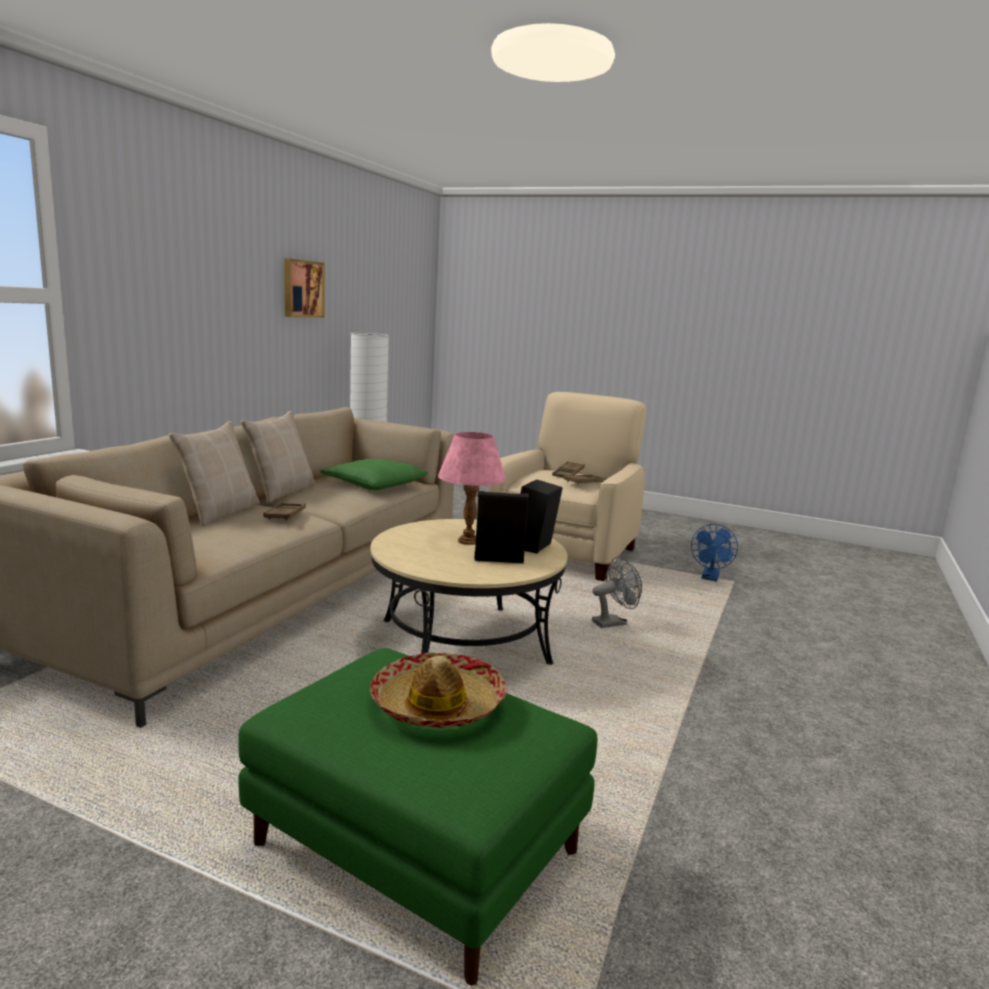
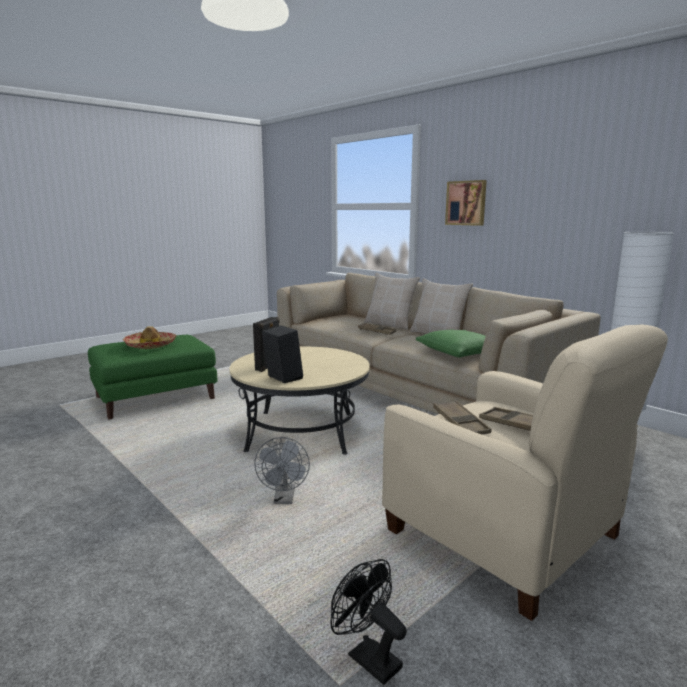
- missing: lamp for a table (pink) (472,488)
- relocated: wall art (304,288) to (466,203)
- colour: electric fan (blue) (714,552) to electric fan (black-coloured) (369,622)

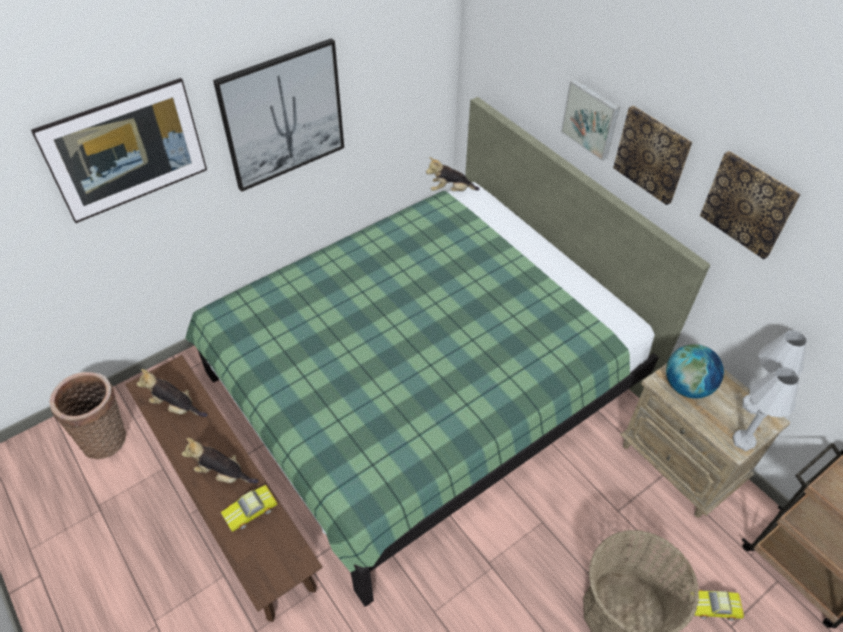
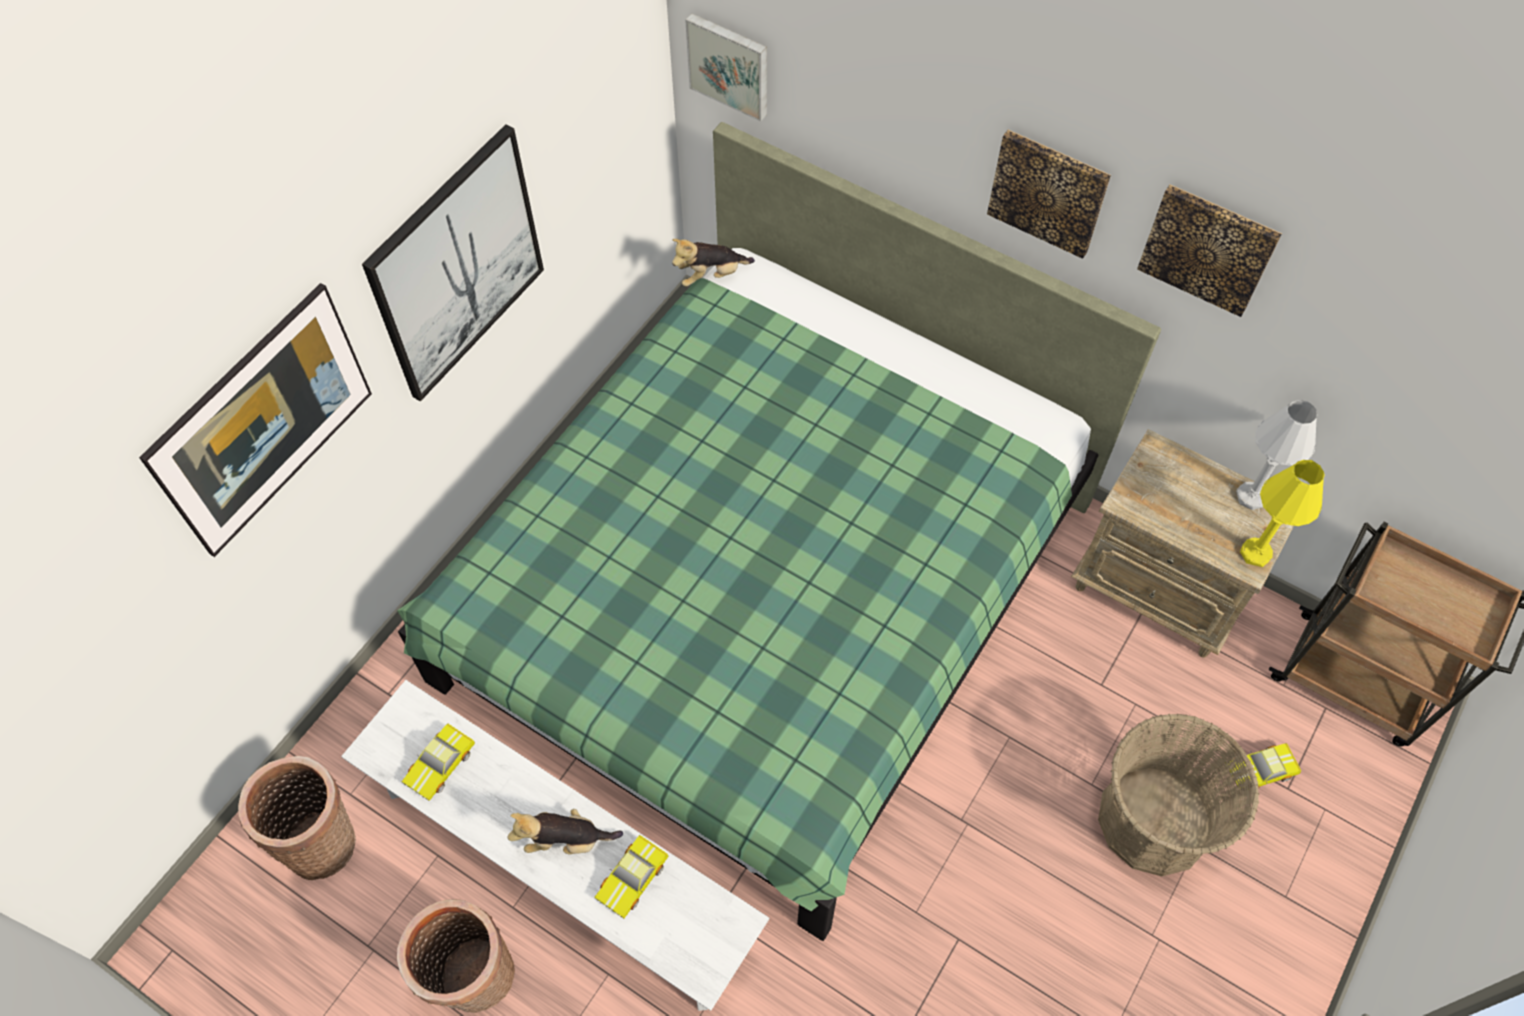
- missing: world globe (695,371)
- appeared: storage basket (456,956)
- relocated: wall art (590,120) to (726,67)
- exchanged: soft toy (172,393) to toy car (438,762)
- colour: indoor bench (brown) (224,488) to indoor bench (white-coloured) (555,845)
- colour: lamp for a table (white-coloured) (765,409) to lamp for a table (yellow) (1282,513)

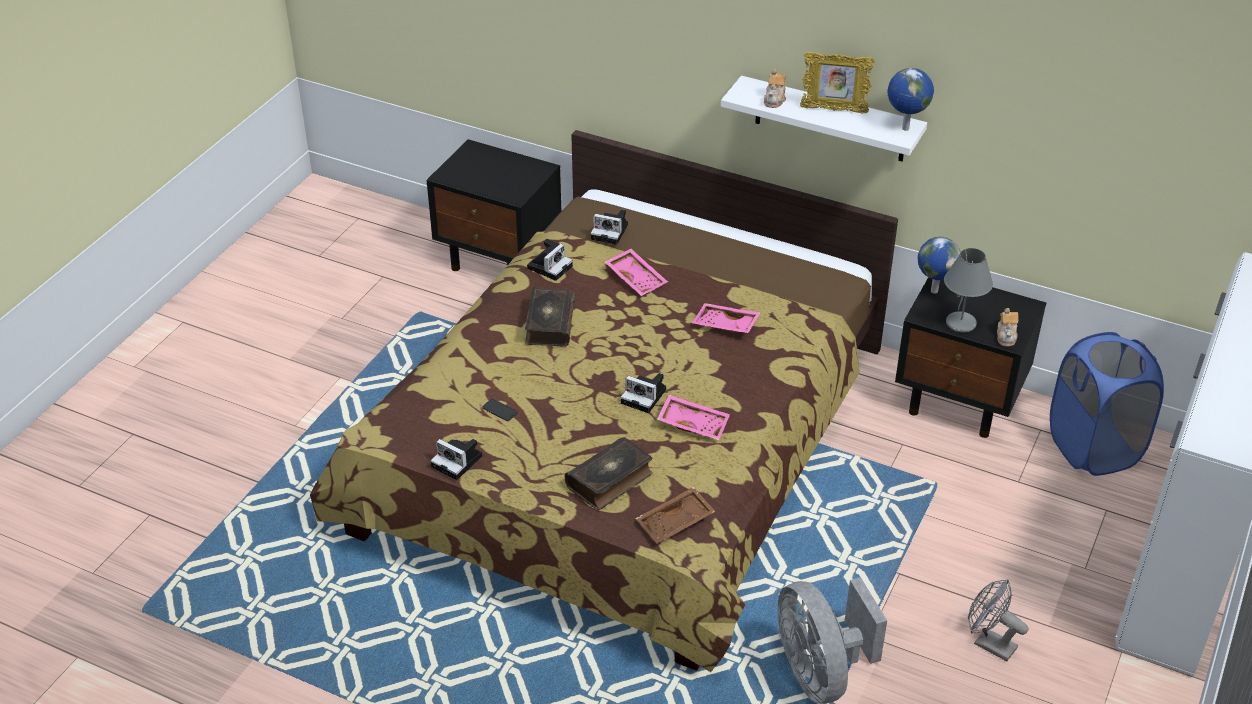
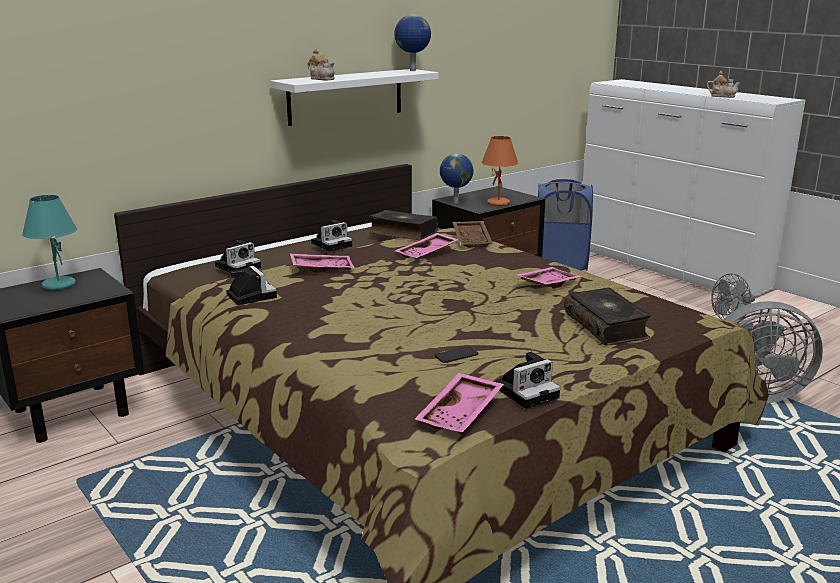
- missing: picture frame (837,82)
- appeared: lamp for a table (turquoise) (49,242)
- appeared: tray (pink) (459,403)
- relocated: bound book (550,317) to (403,225)
- relocated: still camera (643,393) to (331,235)
- relocated: tray (brown) (675,515) to (473,234)
- relocated: tea pot (1007,327) to (723,84)
- colour: lamp for a table (greyish) (968,290) to lamp for a table (orange-coloured) (500,171)

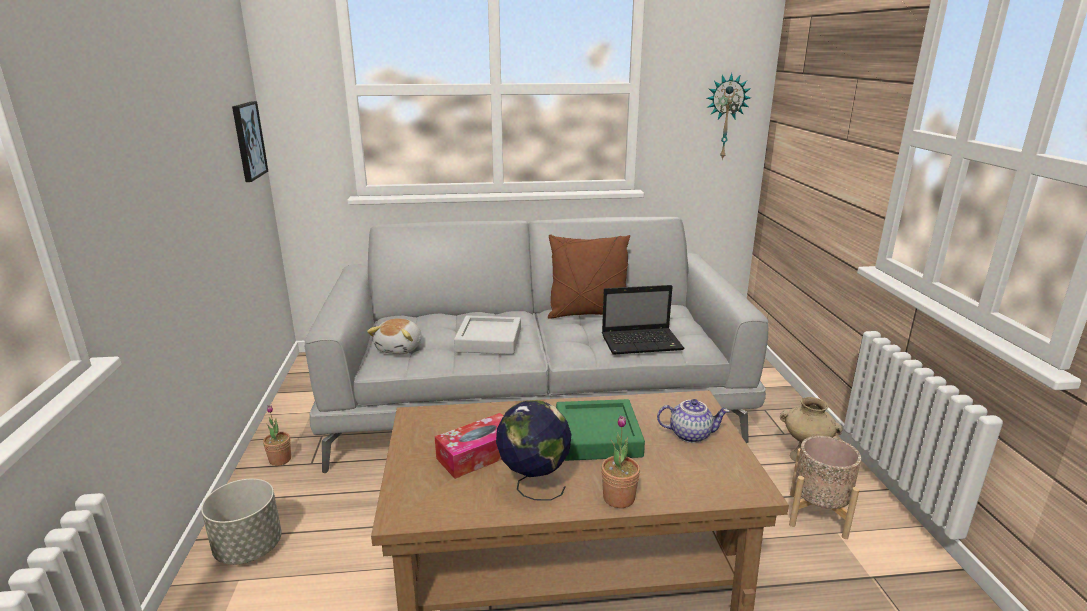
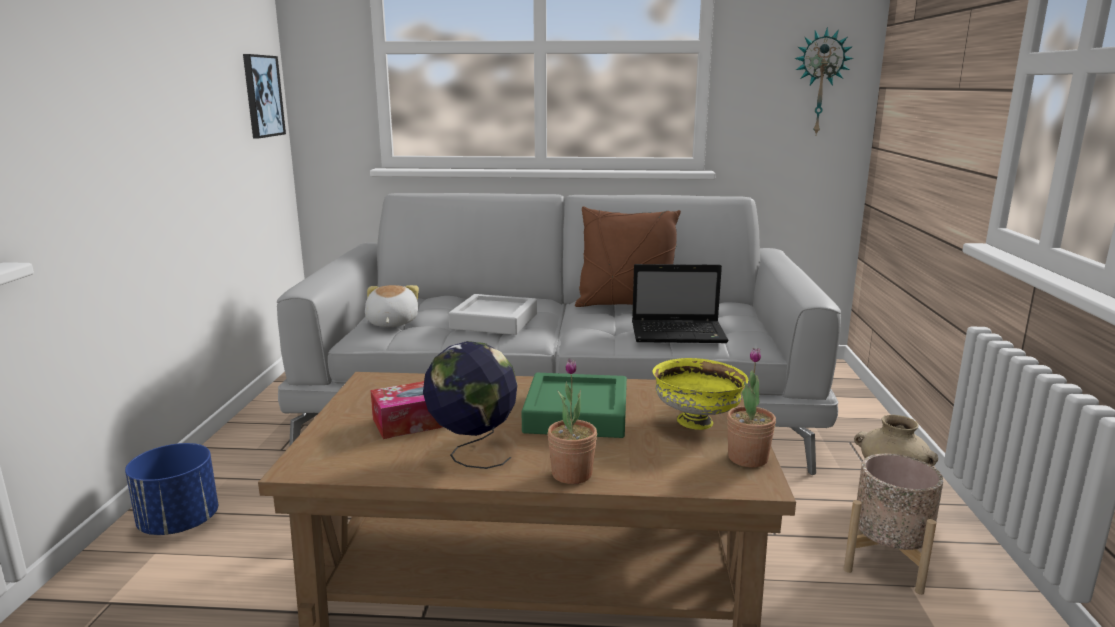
- relocated: houseplant (277,435) to (751,407)
- exchanged: tea pot (693,421) to deep dish (yellow) (700,394)
- colour: flower pot (greyish) (241,522) to flower pot (blue) (171,489)
- spun: soft toy (394,336) = (392,306) 150 degrees clockwise

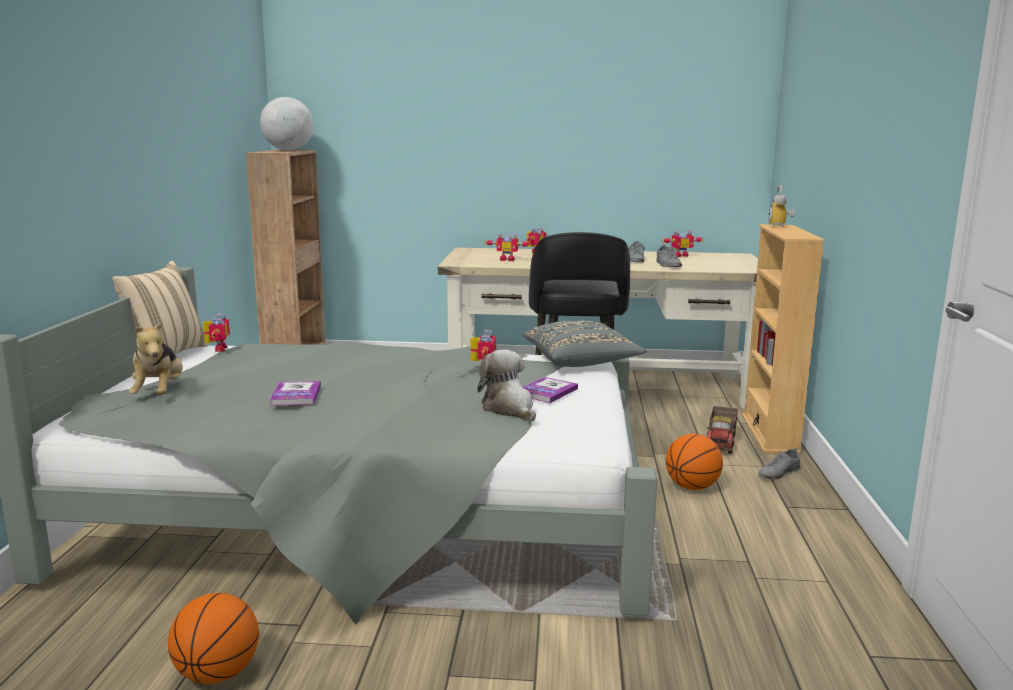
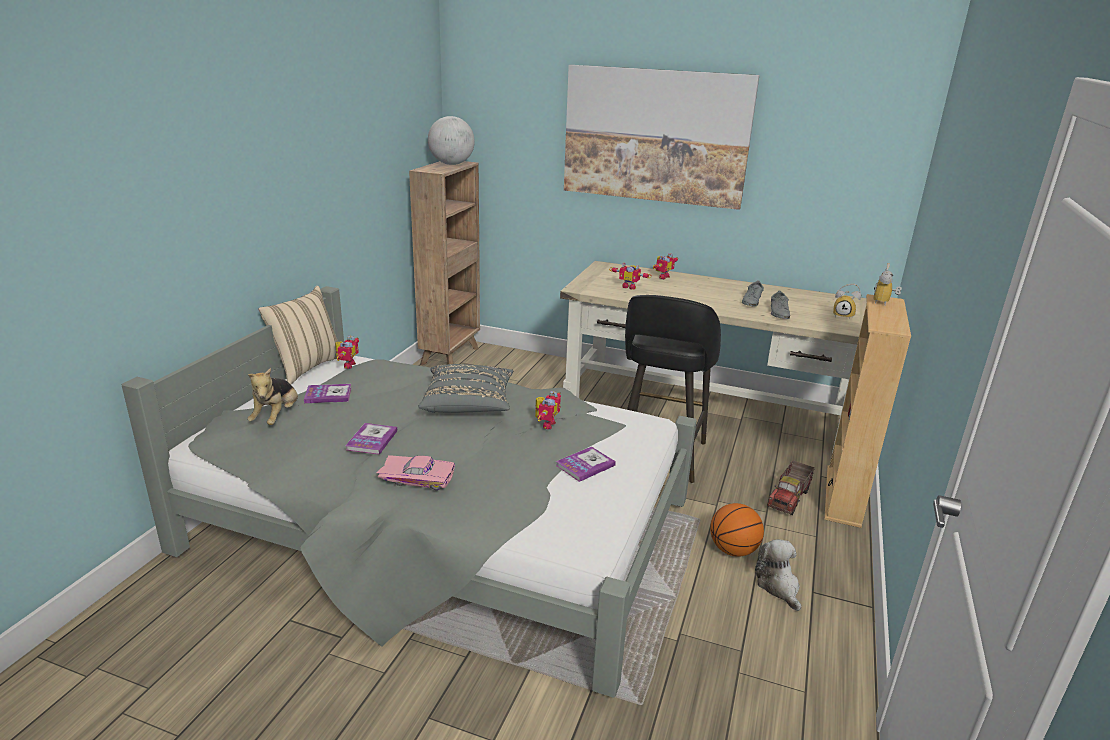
- missing: basketball ball (213,638)
- missing: robot figure (682,243)
- missing: shoe (greyish) (779,464)
- appeared: bound book (327,393)
- appeared: toy car (pink) (416,472)
- appeared: wall art (661,137)
- appeared: alarm clock (847,301)
- relocated: soft toy (506,385) to (778,575)
- relocated: throw pillow (greyish) (585,344) to (466,388)

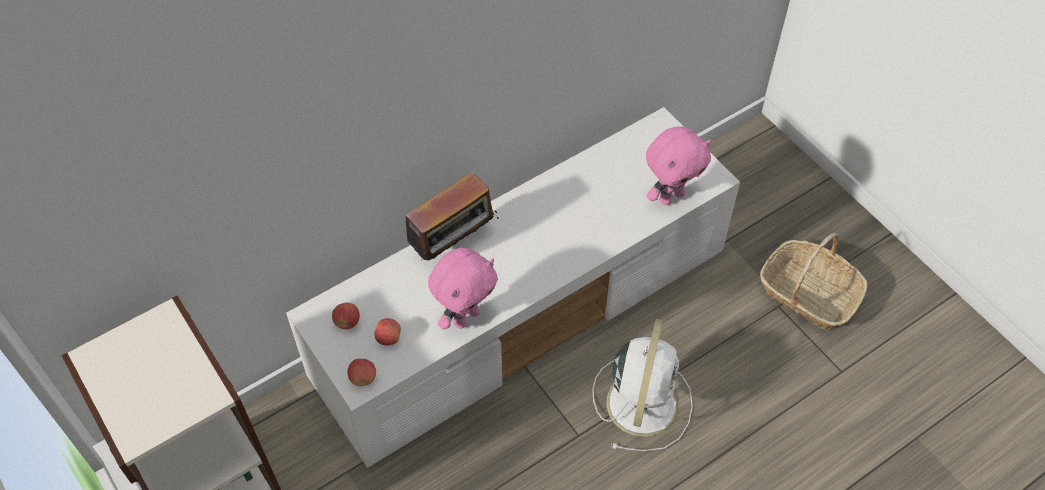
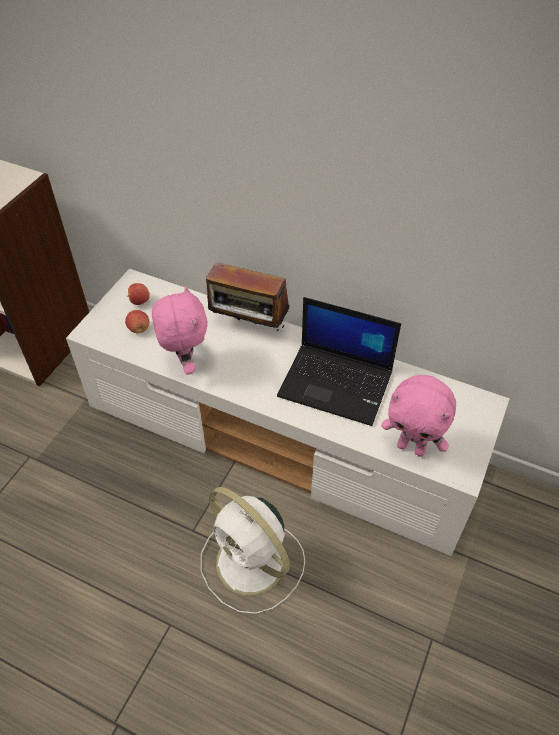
- missing: whole apple (361,372)
- missing: storage basket (813,281)
- appeared: notebook computer (339,361)
- spun: soft toy (pink) (463,289) = (180,330) 120 degrees counterclockwise
- spun: electric fan (white-coloured) (642,385) = (253,550) 60 degrees clockwise

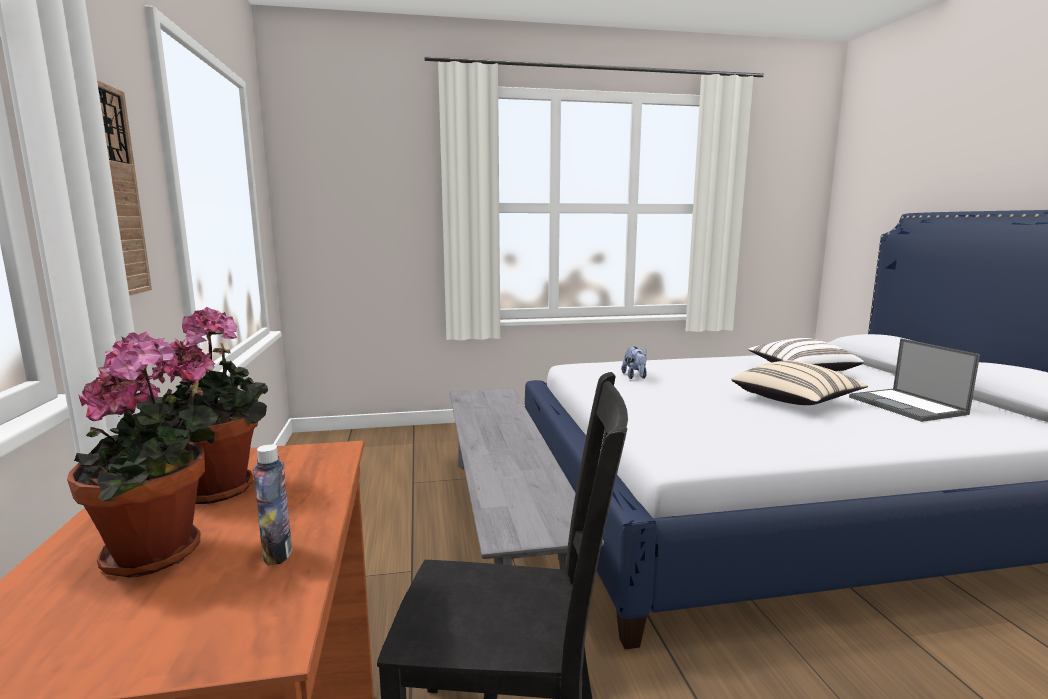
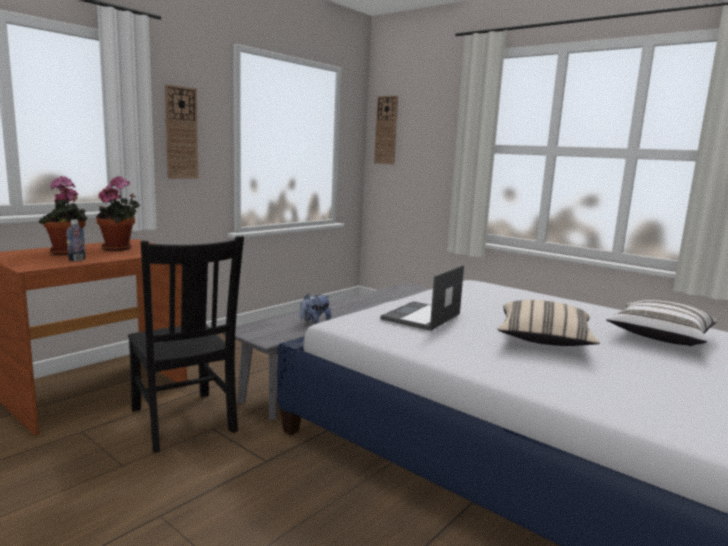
- appeared: clock on the wall (386,130)
- relocated: soft toy (634,363) to (315,309)
- relocated: notebook computer (914,380) to (422,298)

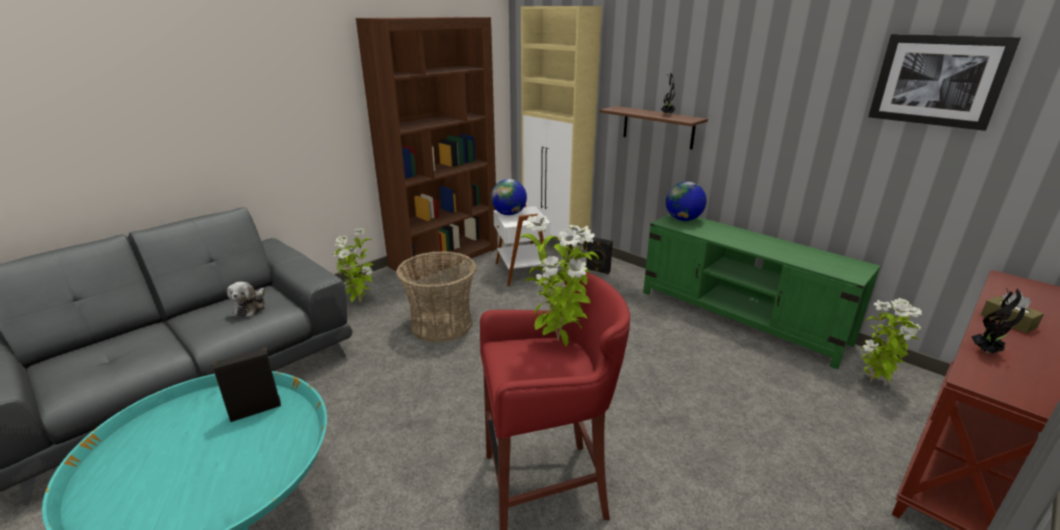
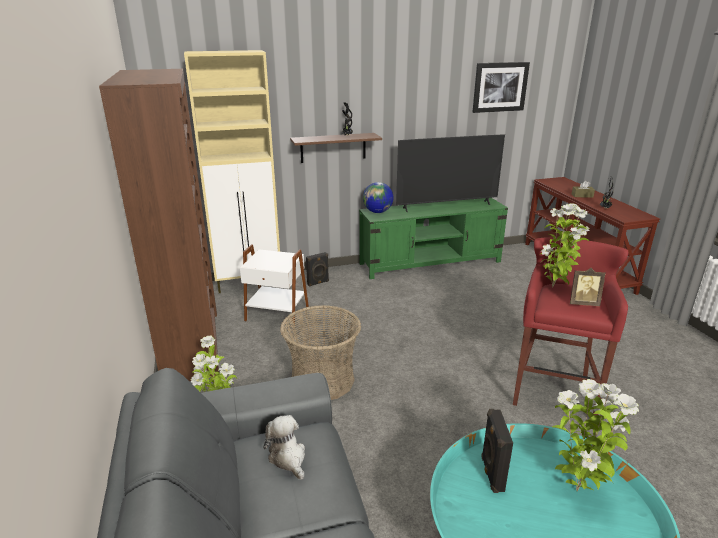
- missing: world globe (509,197)
- appeared: TV set (450,173)
- appeared: picture frame (588,287)
- relocated: houseplant (891,340) to (596,435)
- spun: soft toy (246,299) = (284,447) 150 degrees counterclockwise

